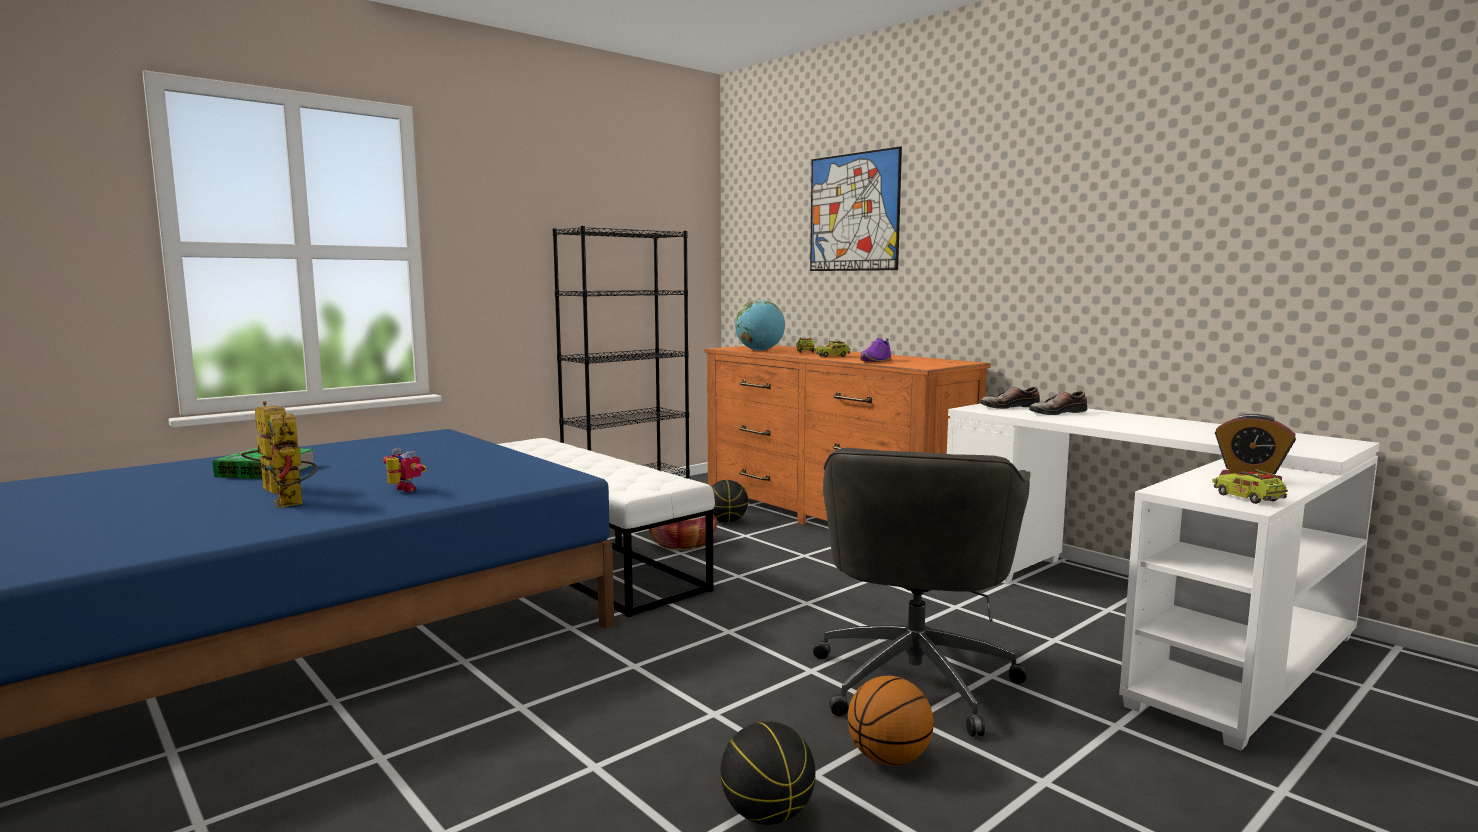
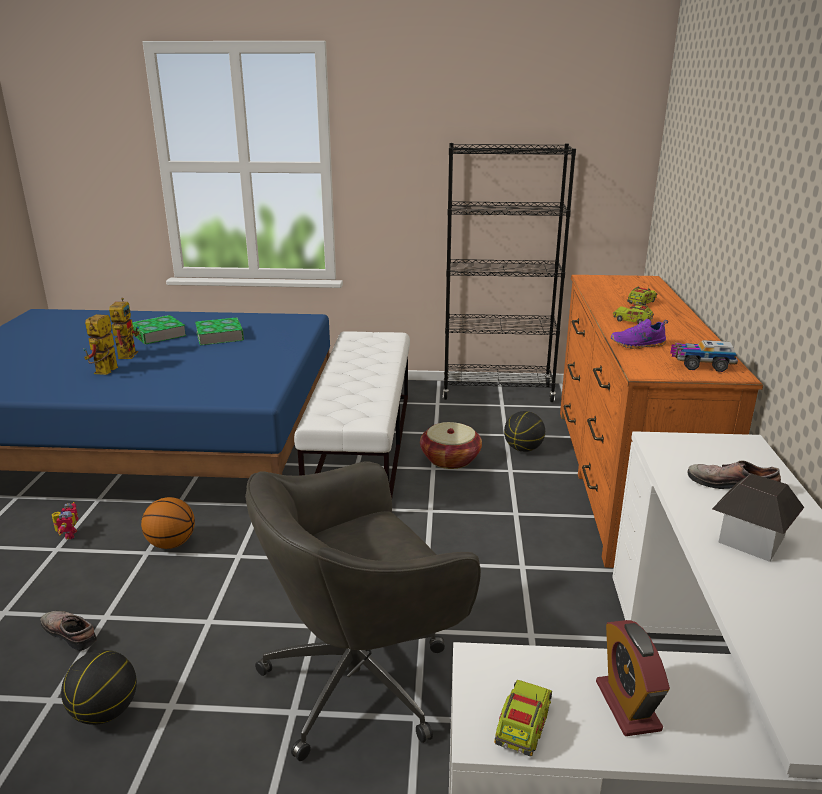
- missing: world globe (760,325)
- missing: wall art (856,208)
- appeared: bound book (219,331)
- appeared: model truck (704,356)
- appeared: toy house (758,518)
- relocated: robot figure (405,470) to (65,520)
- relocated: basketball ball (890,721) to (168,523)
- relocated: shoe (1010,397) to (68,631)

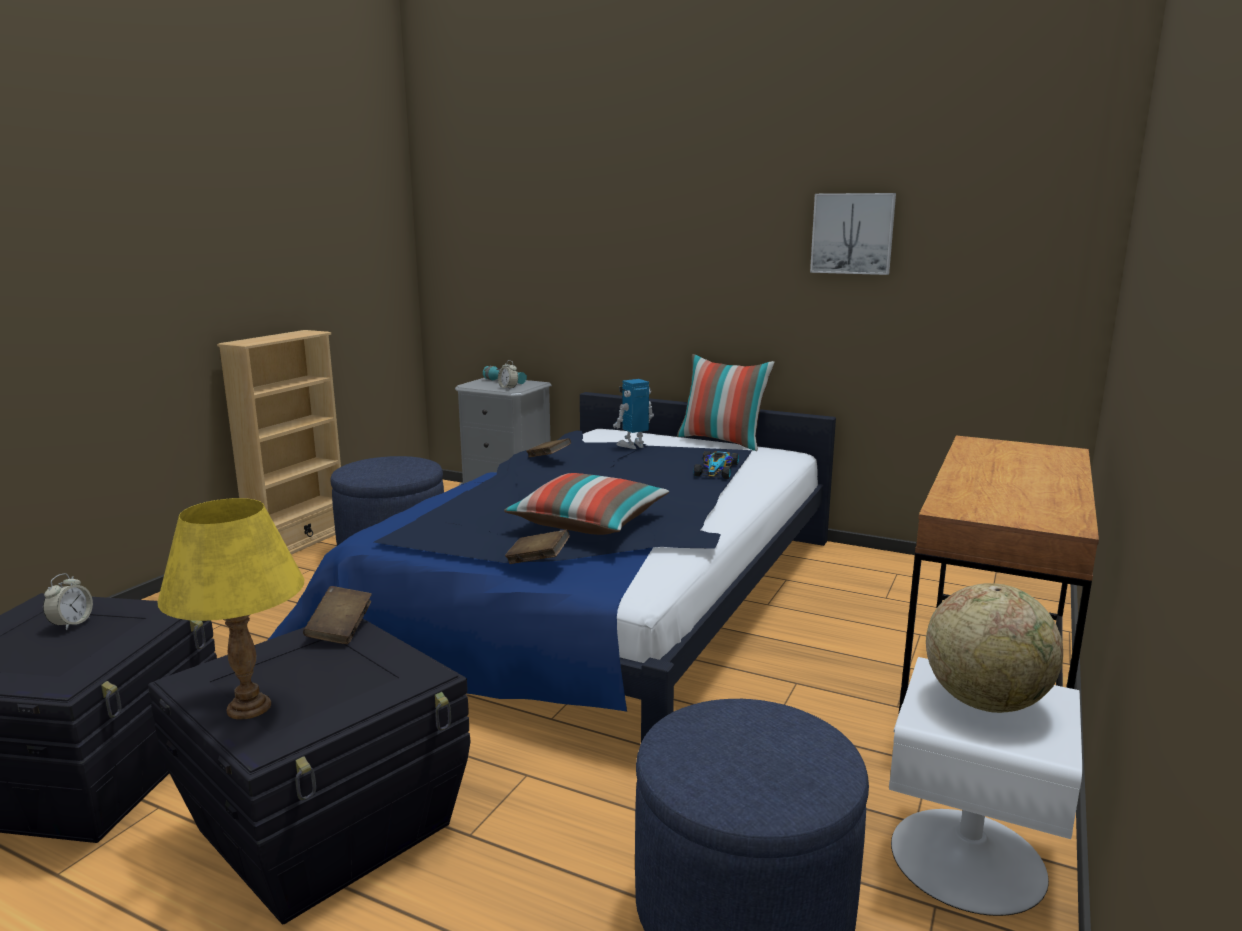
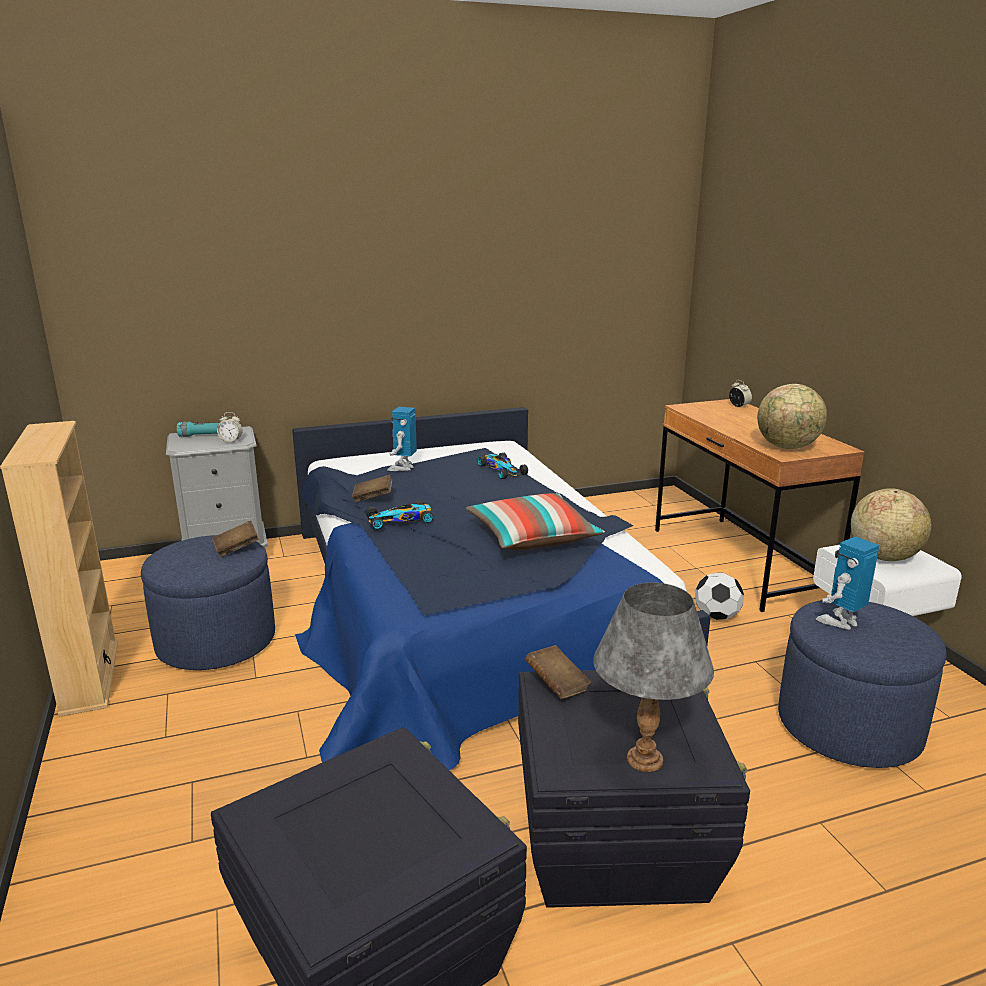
- missing: throw pillow (726,402)
- missing: wall art (853,234)
- appeared: toy car (399,515)
- appeared: ball for football (719,596)
- appeared: world globe (792,416)
- appeared: robot figure (848,583)
- relocated: alarm clock (68,602) to (740,393)
- relocated: bound book (brown) (537,547) to (235,539)
- colour: lamp for a table (yellow) (231,609) to lamp for a table (greyish) (653,677)

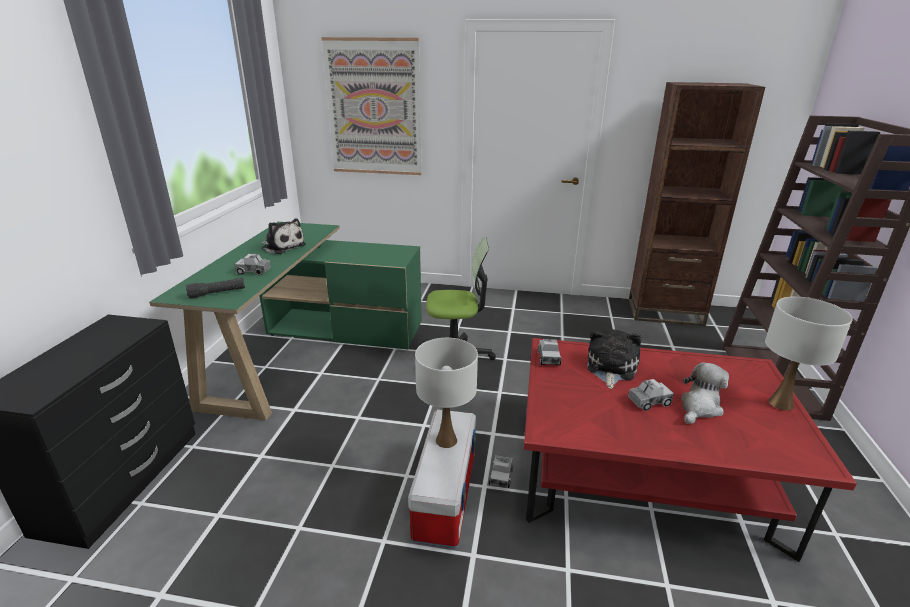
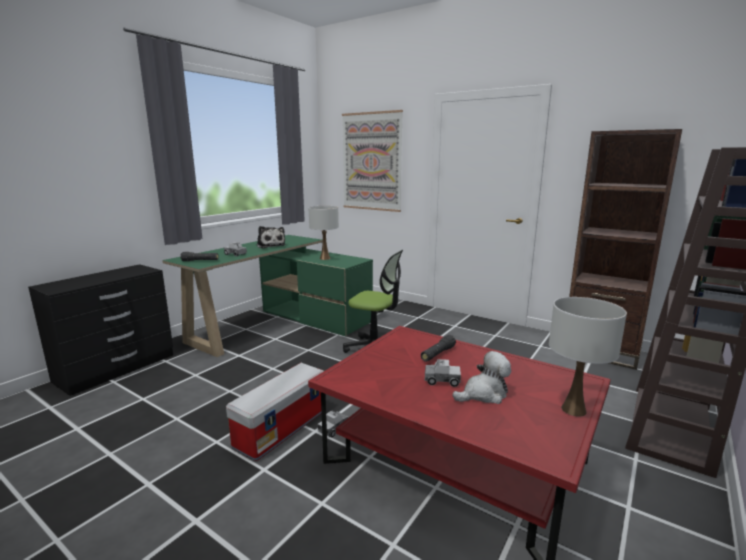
- missing: model truck (549,352)
- relocated: lamp for a table (white-coloured) (446,393) to (324,233)
- exchanged: soft toy (614,359) to flashlight (black-coloured) (438,348)

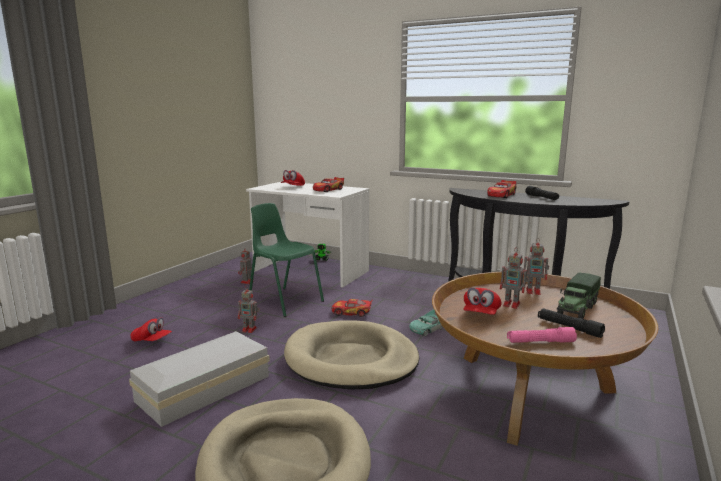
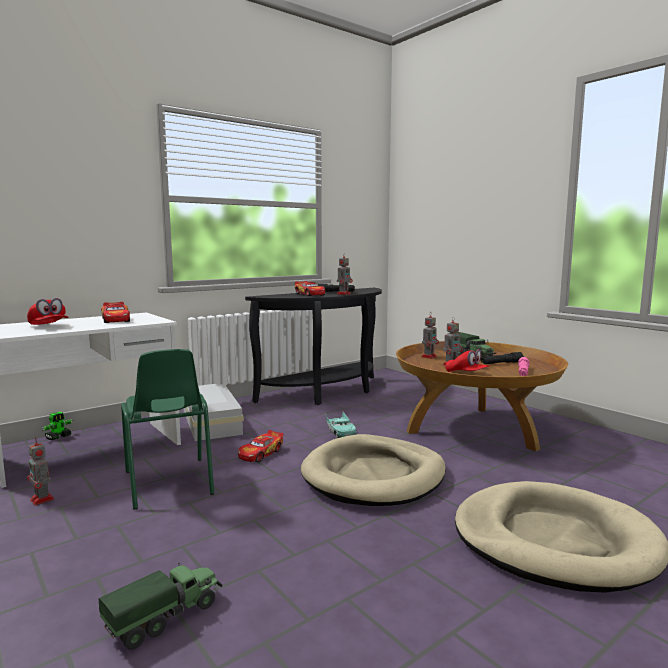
- relocated: storage bin (white-coloured) (199,379) to (214,412)
- relocated: robot figure (249,309) to (345,274)
- exchanged: peaked cap (red) (151,329) to model truck (160,607)
- spun: upright chair (green-coloured) (286,260) = (167,429) 90 degrees counterclockwise

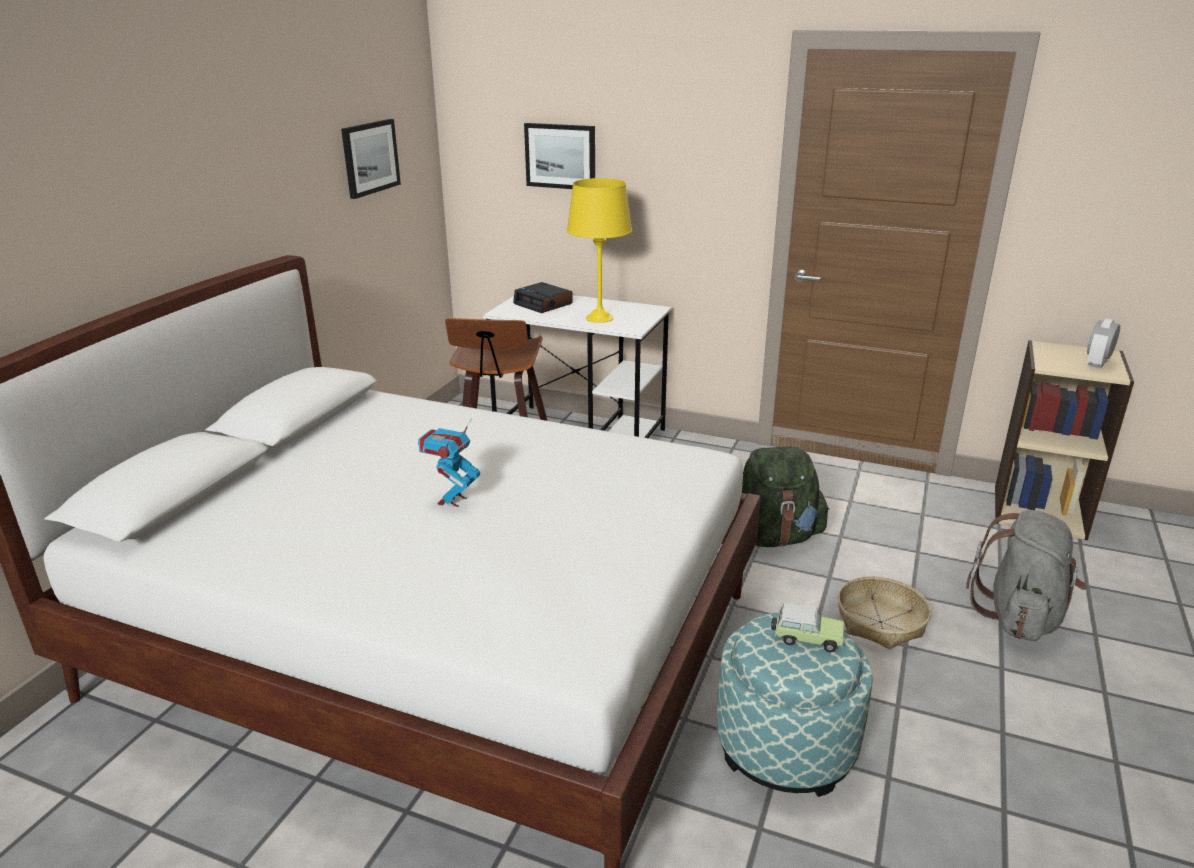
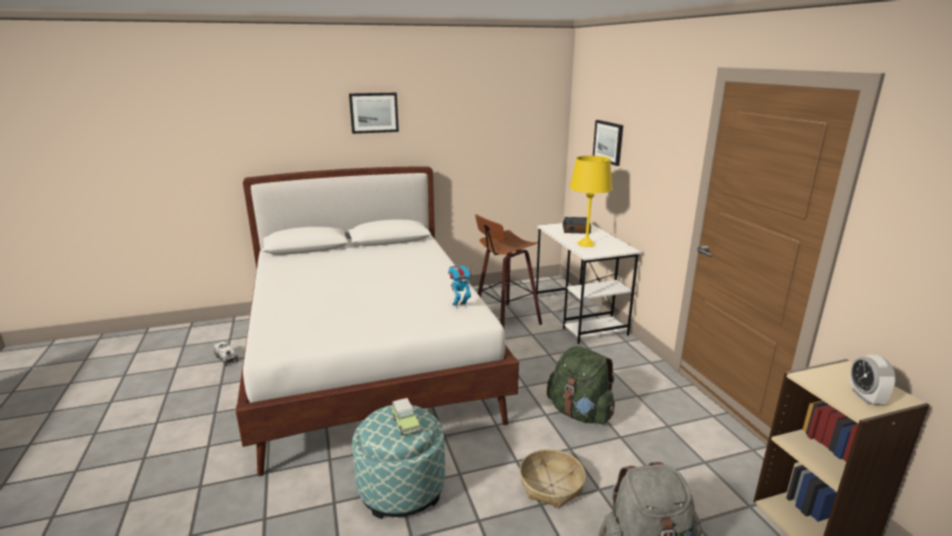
- appeared: model truck (226,353)
- relocated: wall art (371,159) to (374,113)
- relocated: robot figure (449,463) to (460,287)
- spun: alarm clock (1103,343) = (872,379) 90 degrees counterclockwise

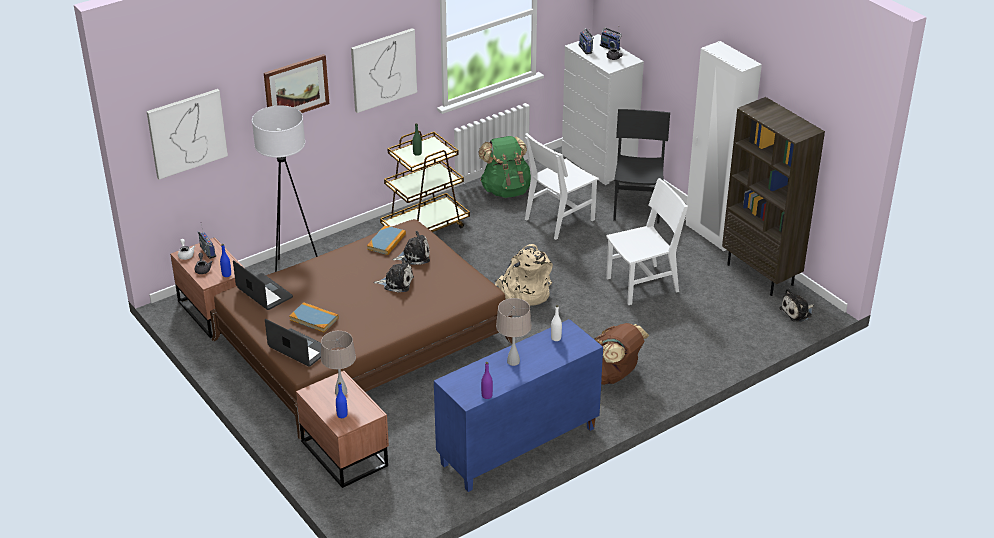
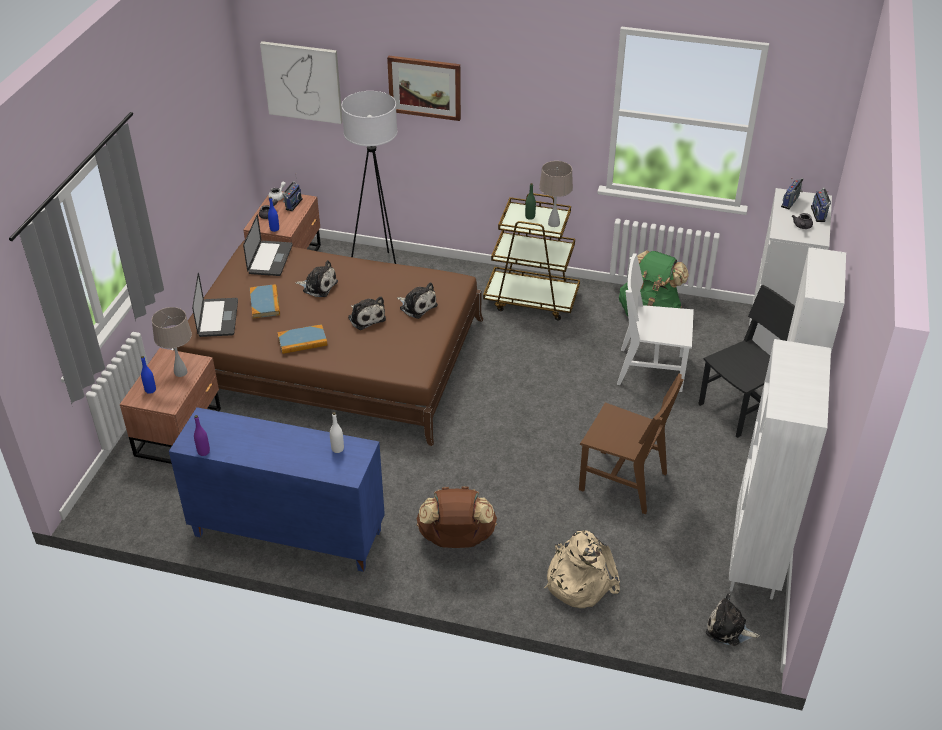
- missing: wall art (384,70)
- appeared: soft toy (317,278)
- relocated: bound book (386,240) to (302,339)
- relocated: knapsack (beige-coloured) (524,275) to (582,569)
- relocated: lamp for a table (beige-coloured) (514,332) to (556,194)
- colour: upright chair (white-coloured) (647,241) to upright chair (brown) (631,443)
- colour: bookcase (brown) (773,196) to bookcase (white-coloured) (780,469)

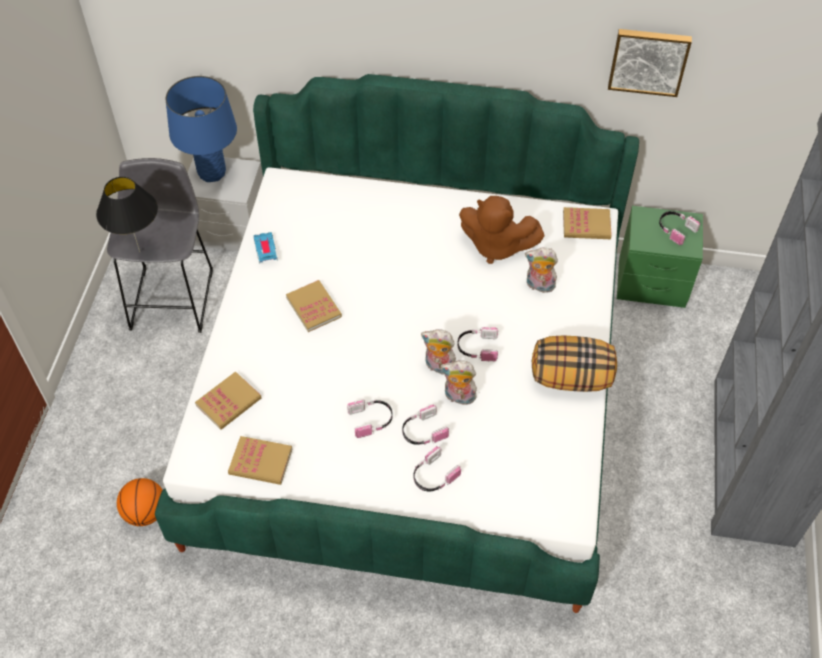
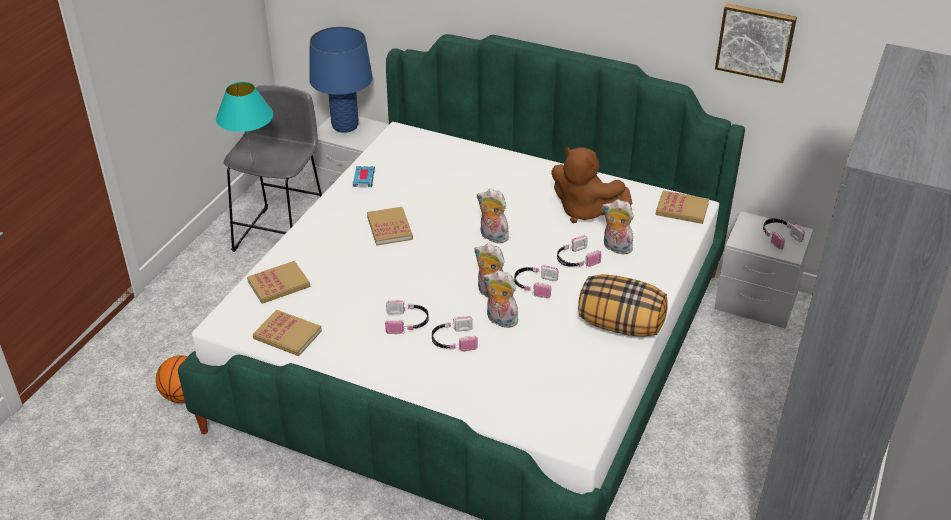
- appeared: soft toy (493,216)
- relocated: headphones (437,468) to (579,252)
- colour: lamp for a table (black-coloured) (127,214) to lamp for a table (turquoise) (244,124)
- colour: bedside table (green-coloured) (660,257) to bedside table (greyish) (763,270)

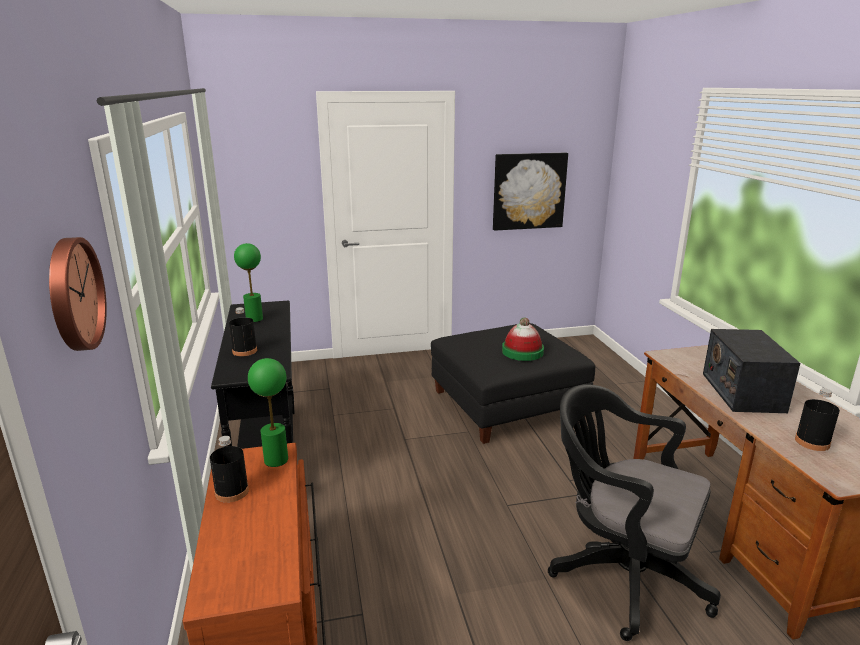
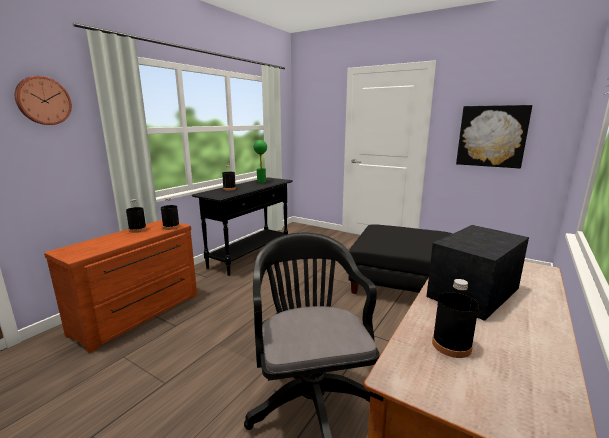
- missing: hat (523,339)
- exchanged: lamp for a table (green-coloured) (268,412) to bottle (black-coloured) (170,213)

